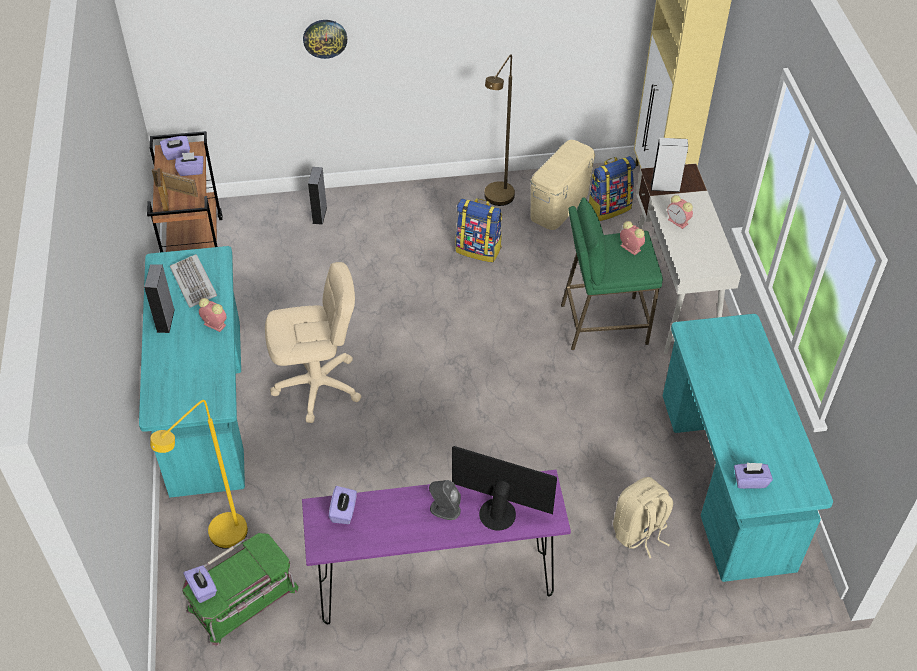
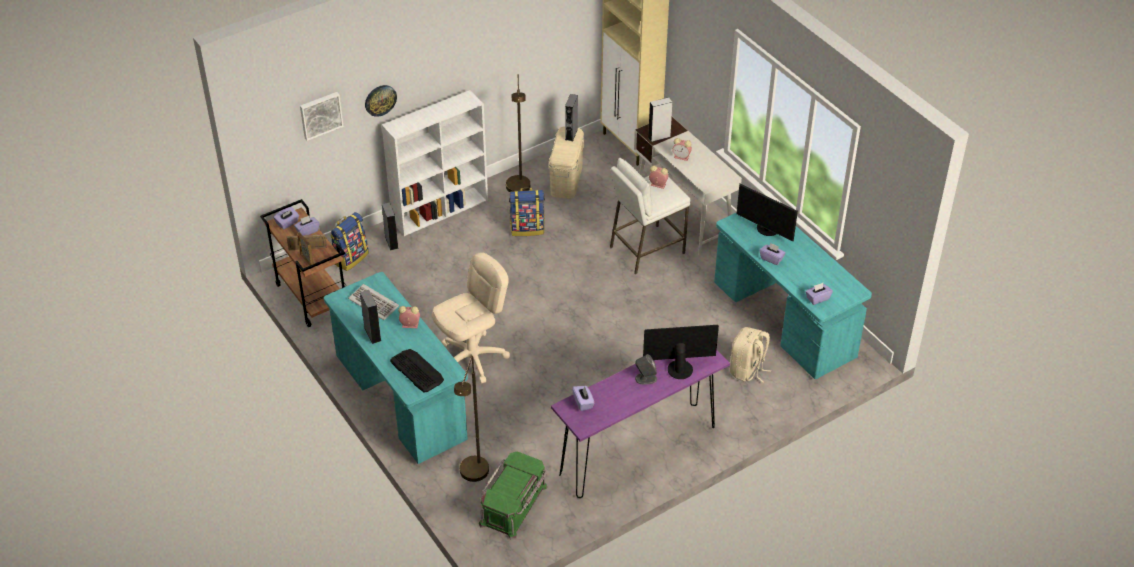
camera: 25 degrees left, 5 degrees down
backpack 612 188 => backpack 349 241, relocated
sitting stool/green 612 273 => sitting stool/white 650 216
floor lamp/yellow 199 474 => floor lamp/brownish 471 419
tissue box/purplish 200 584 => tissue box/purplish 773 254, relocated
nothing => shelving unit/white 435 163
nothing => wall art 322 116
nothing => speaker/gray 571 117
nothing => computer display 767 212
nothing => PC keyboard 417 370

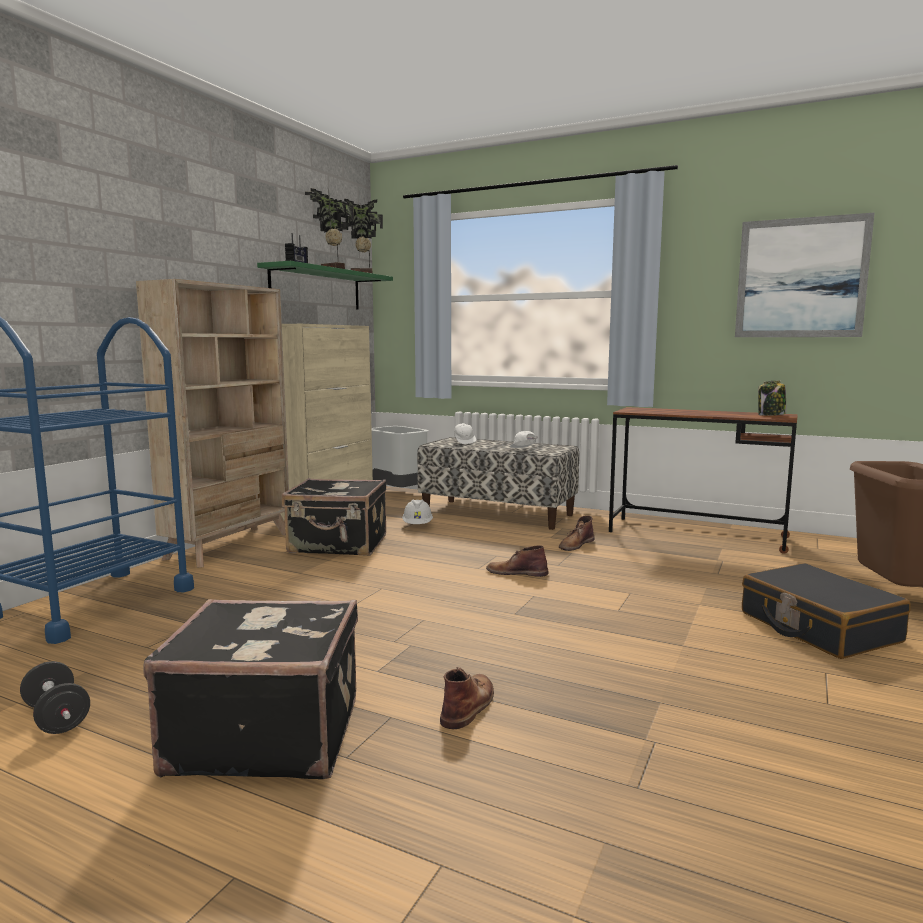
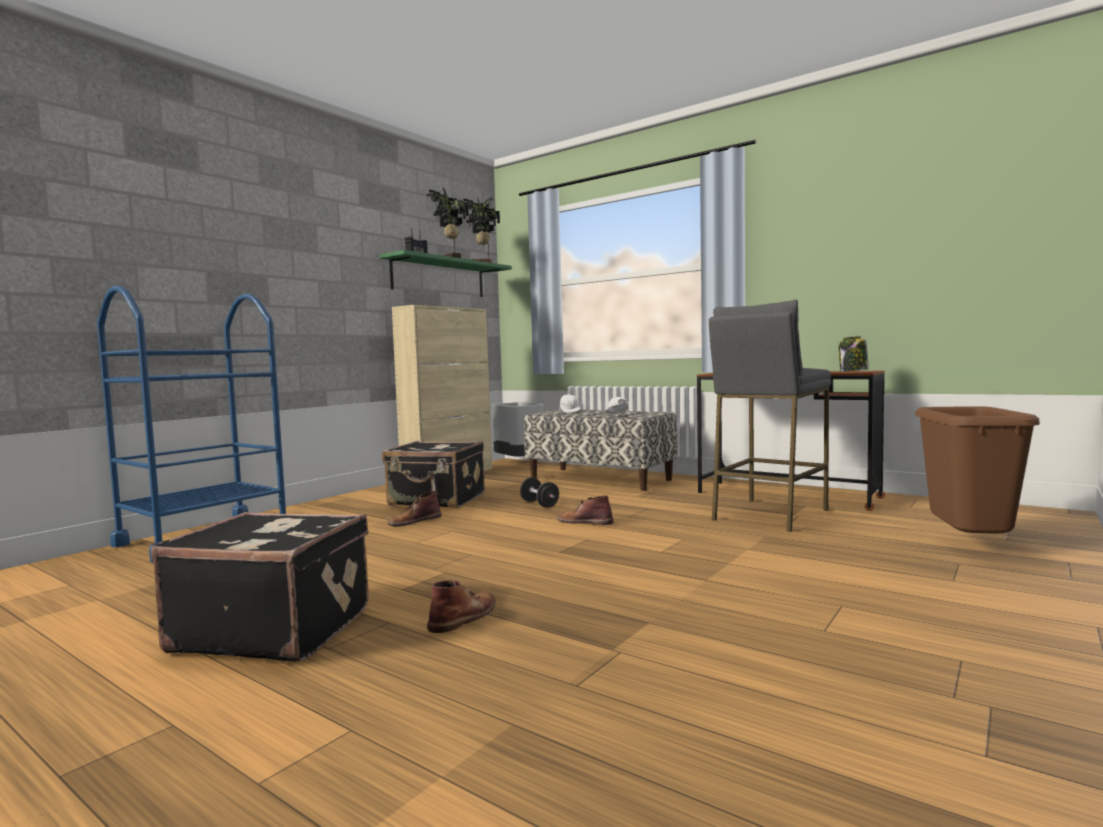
camera: 10 degrees right, 5 degrees down
wall art 805 275 => nothing
shelving unit/beige-coloured 212 423 => nothing
hard hat/white 417 511 => nothing
tall boot/brownish 577 533 => tall boot/brownish 414 509, relocated
piece of luggage/blackish 826 611 => nothing
hand weight/blackish 55 697 => hand weight/blackish 539 492, relocated
nothing => sitting stool/gray 770 415

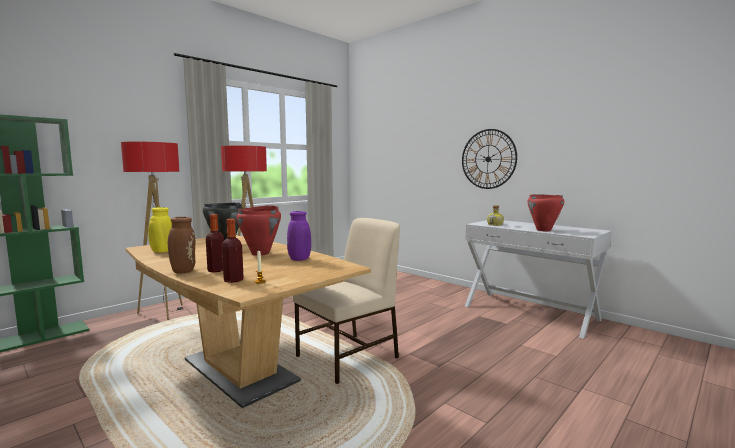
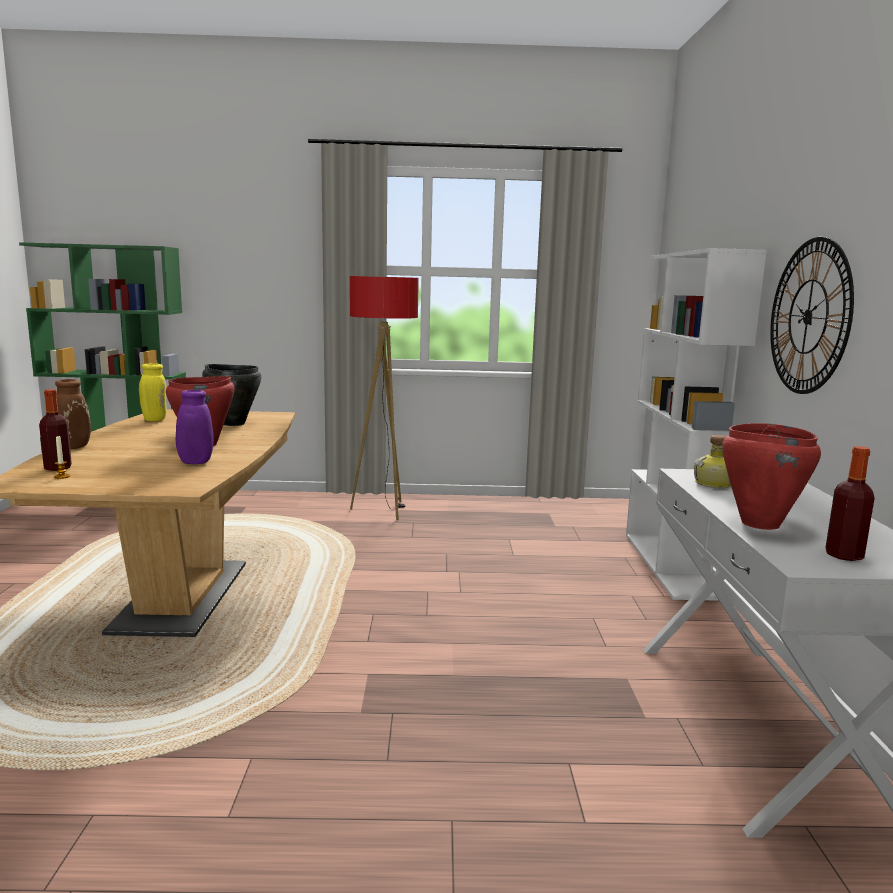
camera: 45 degrees right, 5 degrees up
floor lamp 152 230 => nothing
drink bottle 215 243 => drink bottle 850 503, relocated
upright chair/beige-coloured 346 301 => nothing
nothing => shelving unit/white 696 424

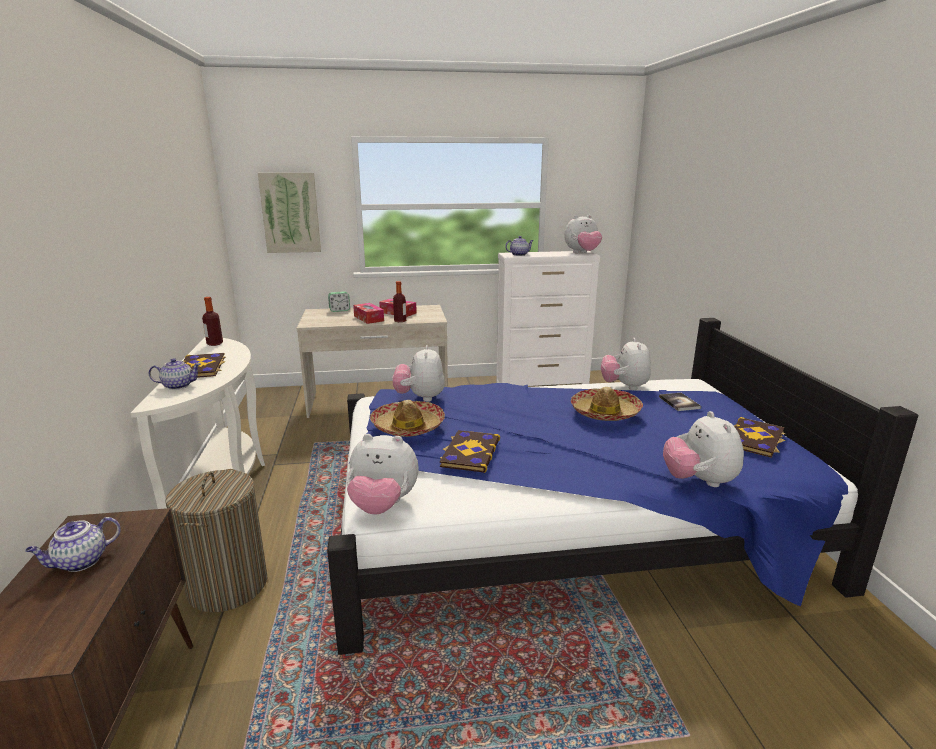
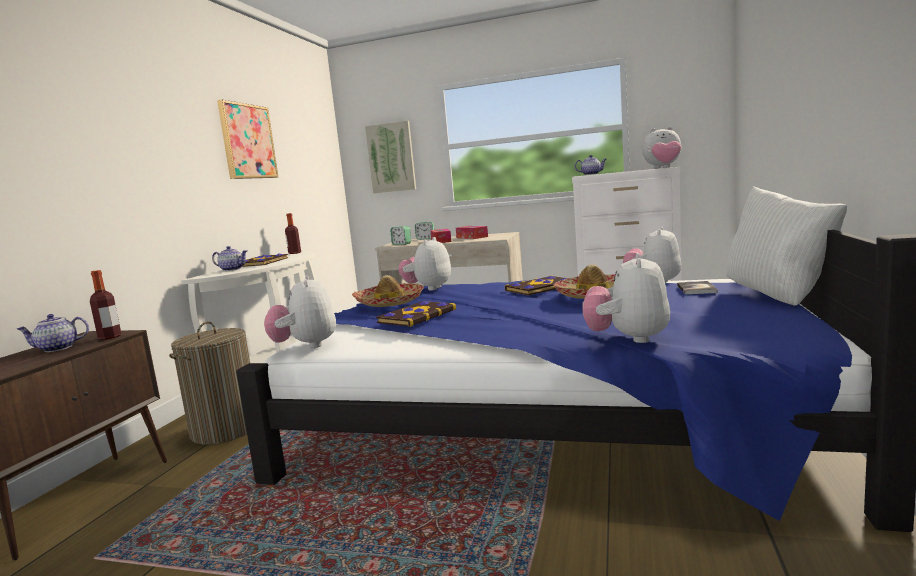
camera: 25 degrees right, 10 degrees down
drink bottle 399 301 => drink bottle 105 305, relocated
book 759 437 => book 536 285, relocated
cuddly toy 383 474 => cuddly toy 300 311, 45 degrees clockwise
nothing => wall art 247 139
nothing => pillow/white 786 245
nothing => bedside clock 401 235

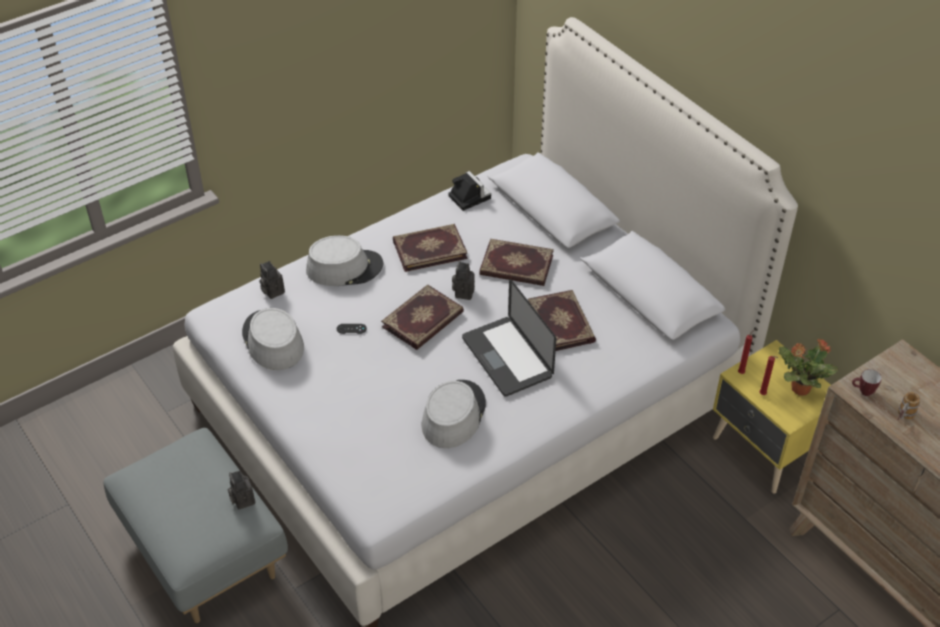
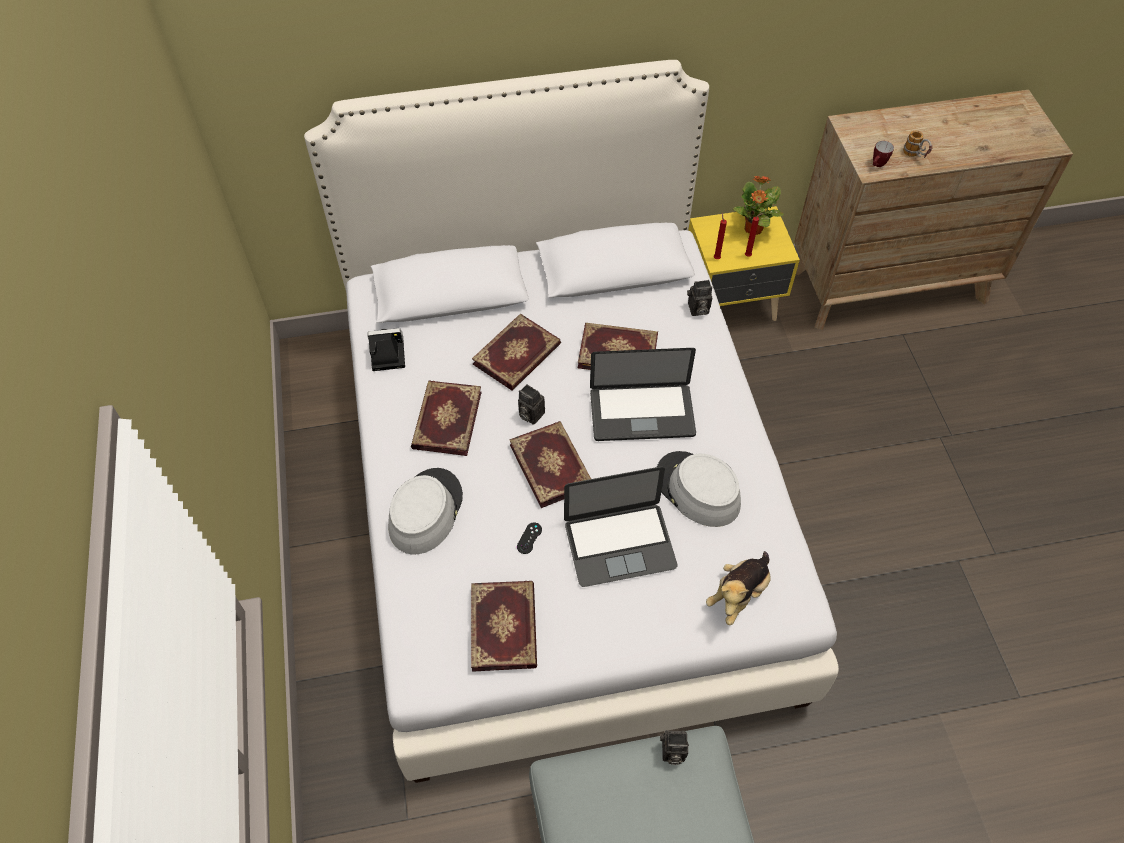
camera: 65 degrees left, 10 degrees up
photo camera 272 280 => photo camera 699 298, relocated
wearable hat/gray 273 339 => book 504 626
nothing => notebook computer 620 527
nothing => cuddly toy 738 588

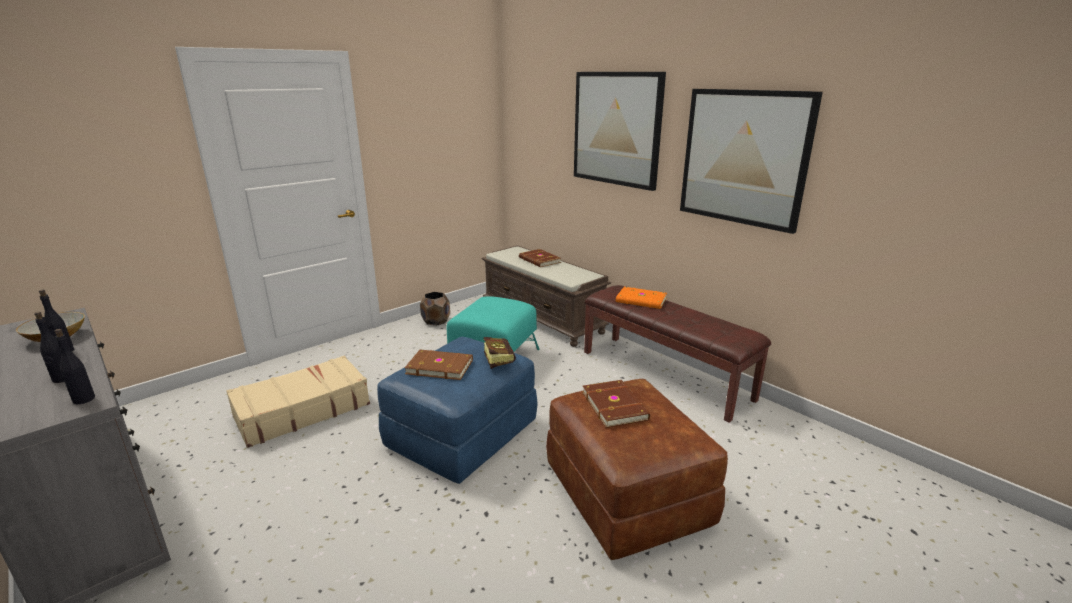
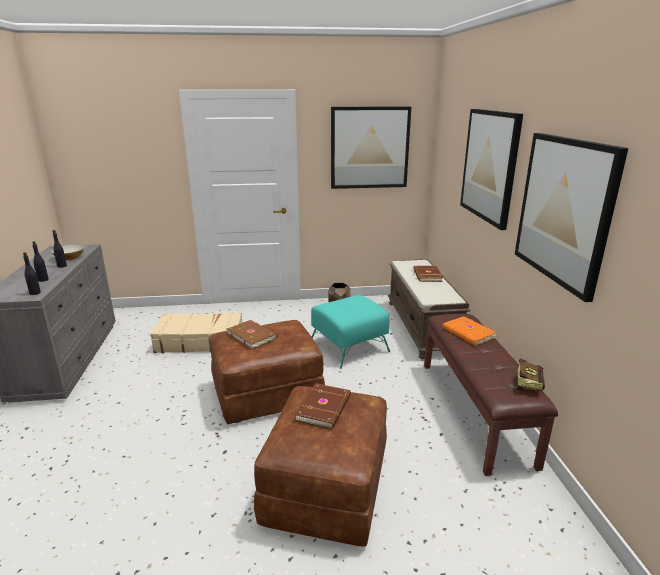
camera: 35 degrees right, 0 degrees up
pouffe/bluish 457 410 => pouffe/brownish 267 372
book 500 353 => book 531 375, relocated
nothing => wall art 371 147

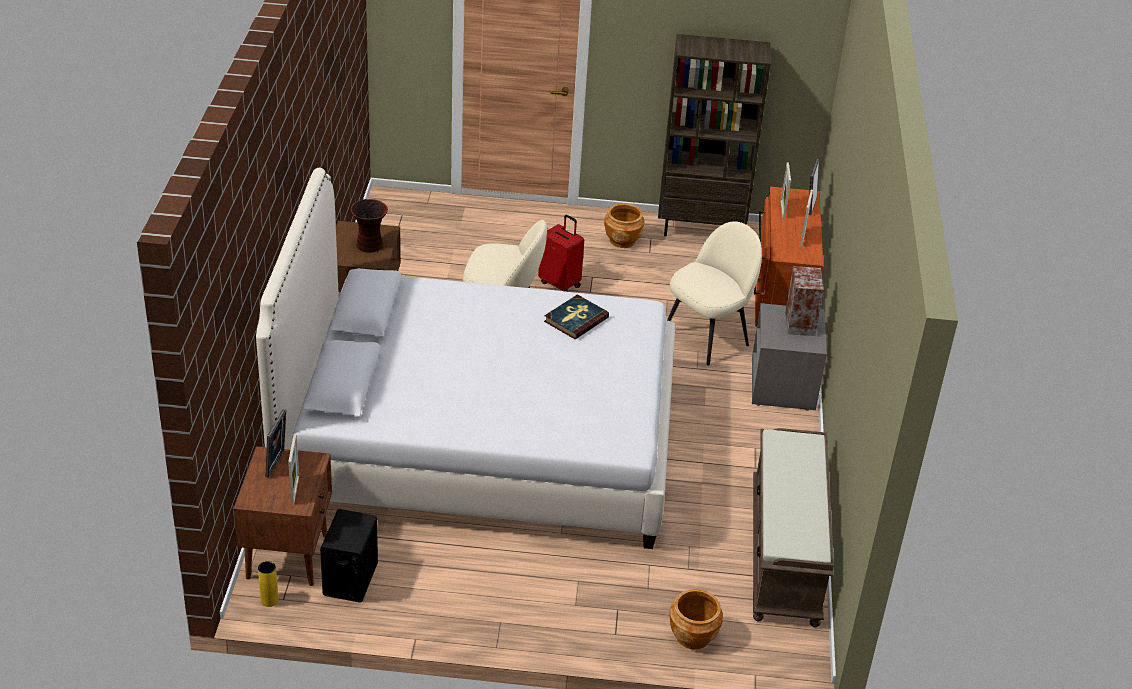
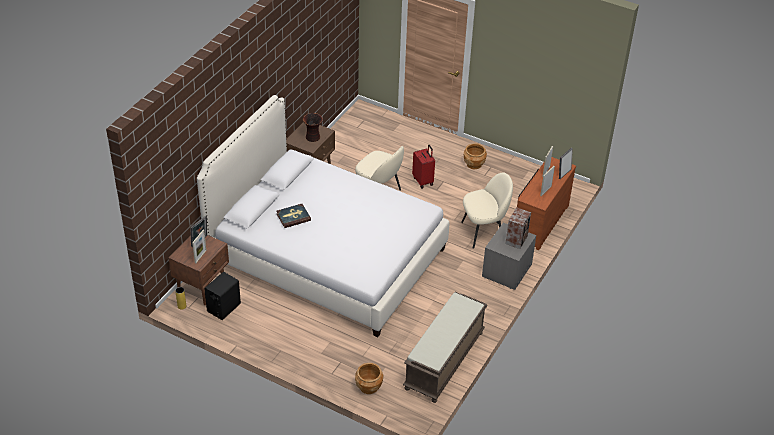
camera: 25 degrees right, 5 degrees up
shelving unit/brownish 714 135 => nothing
book 576 316 => book 293 216, relocated

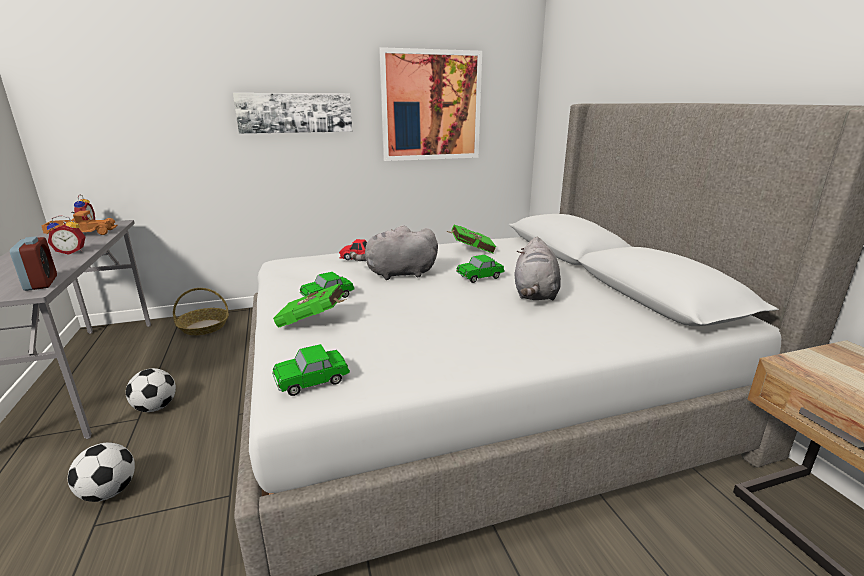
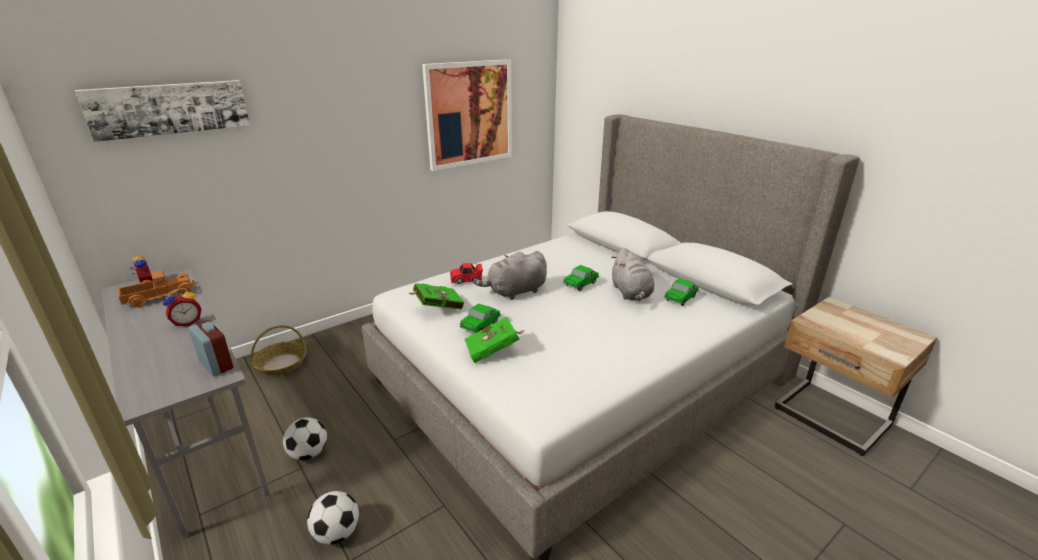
camera: 20 degrees left, 5 degrees up
wall art 292 113 => wall art 162 111, relocated
book/green 472 238 => book/green 436 296, relocated
miniature car 311 370 => miniature car 681 292, relocated

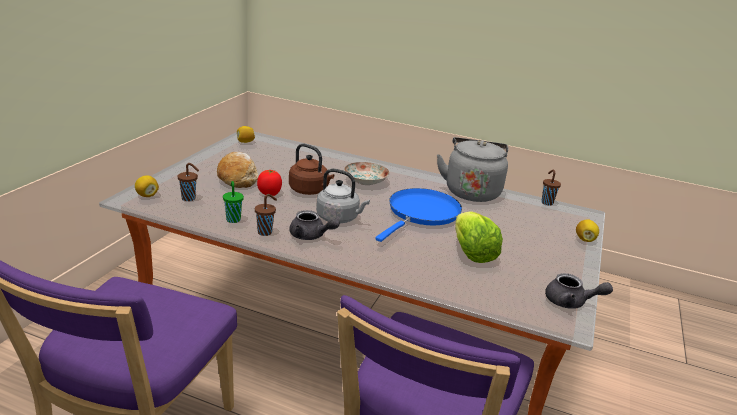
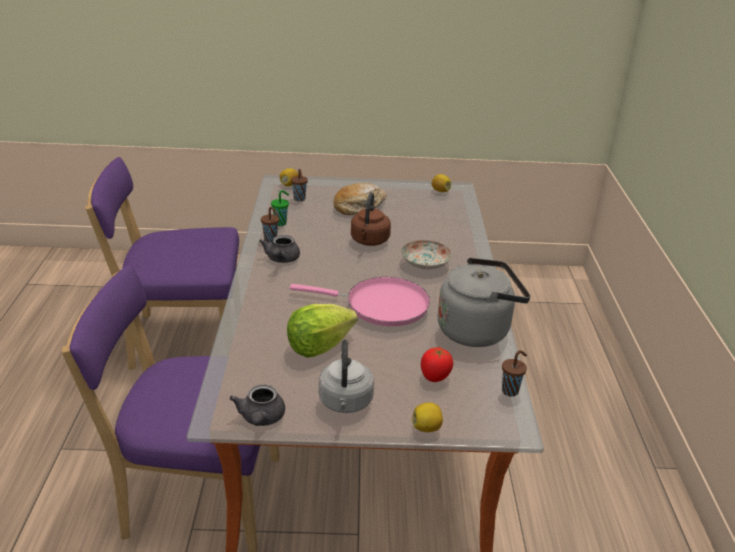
camera: 70 degrees right, 5 degrees up
tea kettle/gray 343 196 => tea kettle/gray 346 376, relocated
fresh tomato 269 183 => fresh tomato 437 364, relocated
skillet/bluish 418 215 => skillet/pink 360 301

